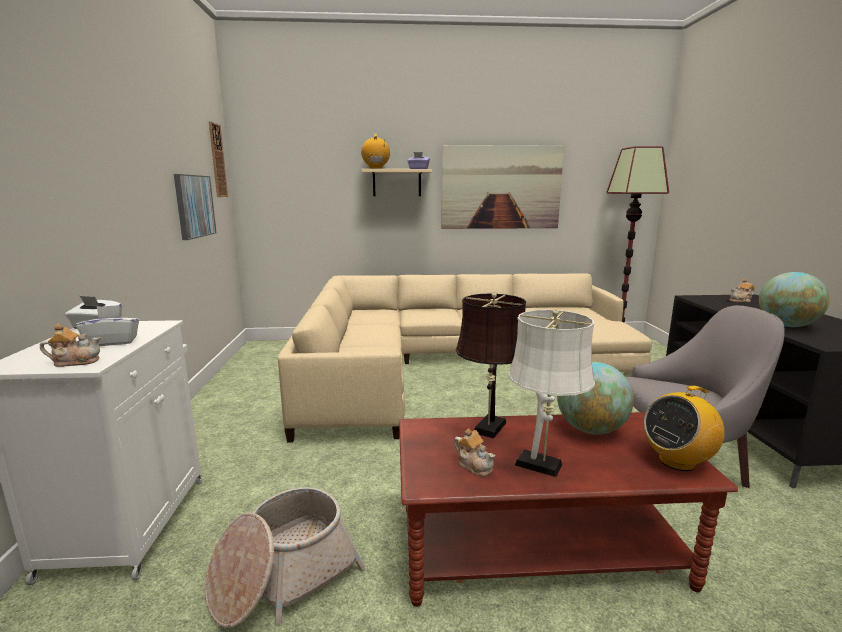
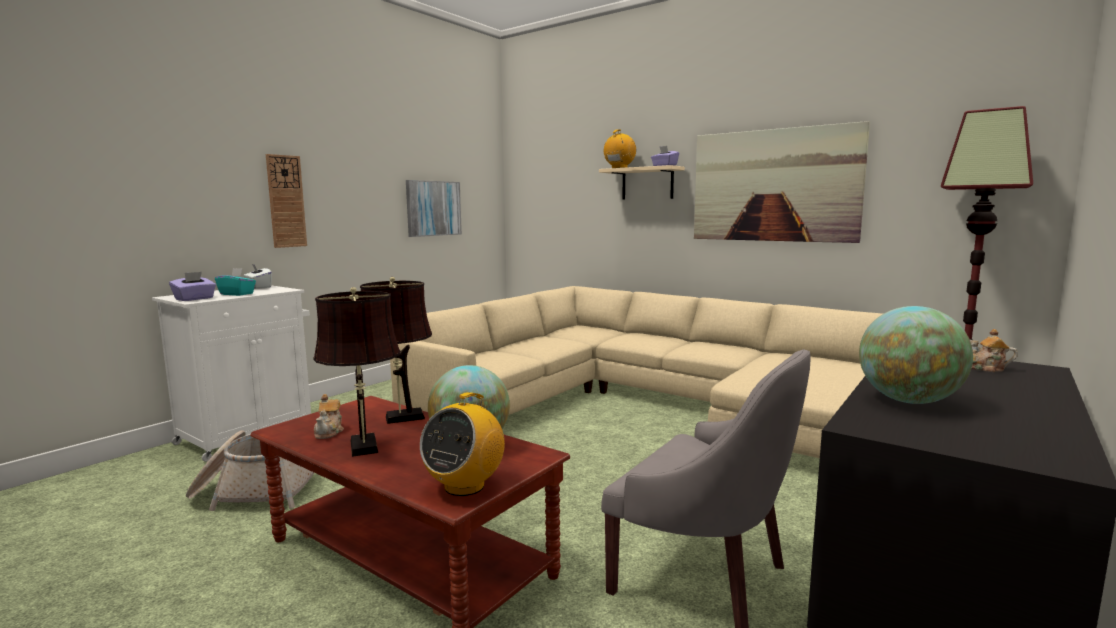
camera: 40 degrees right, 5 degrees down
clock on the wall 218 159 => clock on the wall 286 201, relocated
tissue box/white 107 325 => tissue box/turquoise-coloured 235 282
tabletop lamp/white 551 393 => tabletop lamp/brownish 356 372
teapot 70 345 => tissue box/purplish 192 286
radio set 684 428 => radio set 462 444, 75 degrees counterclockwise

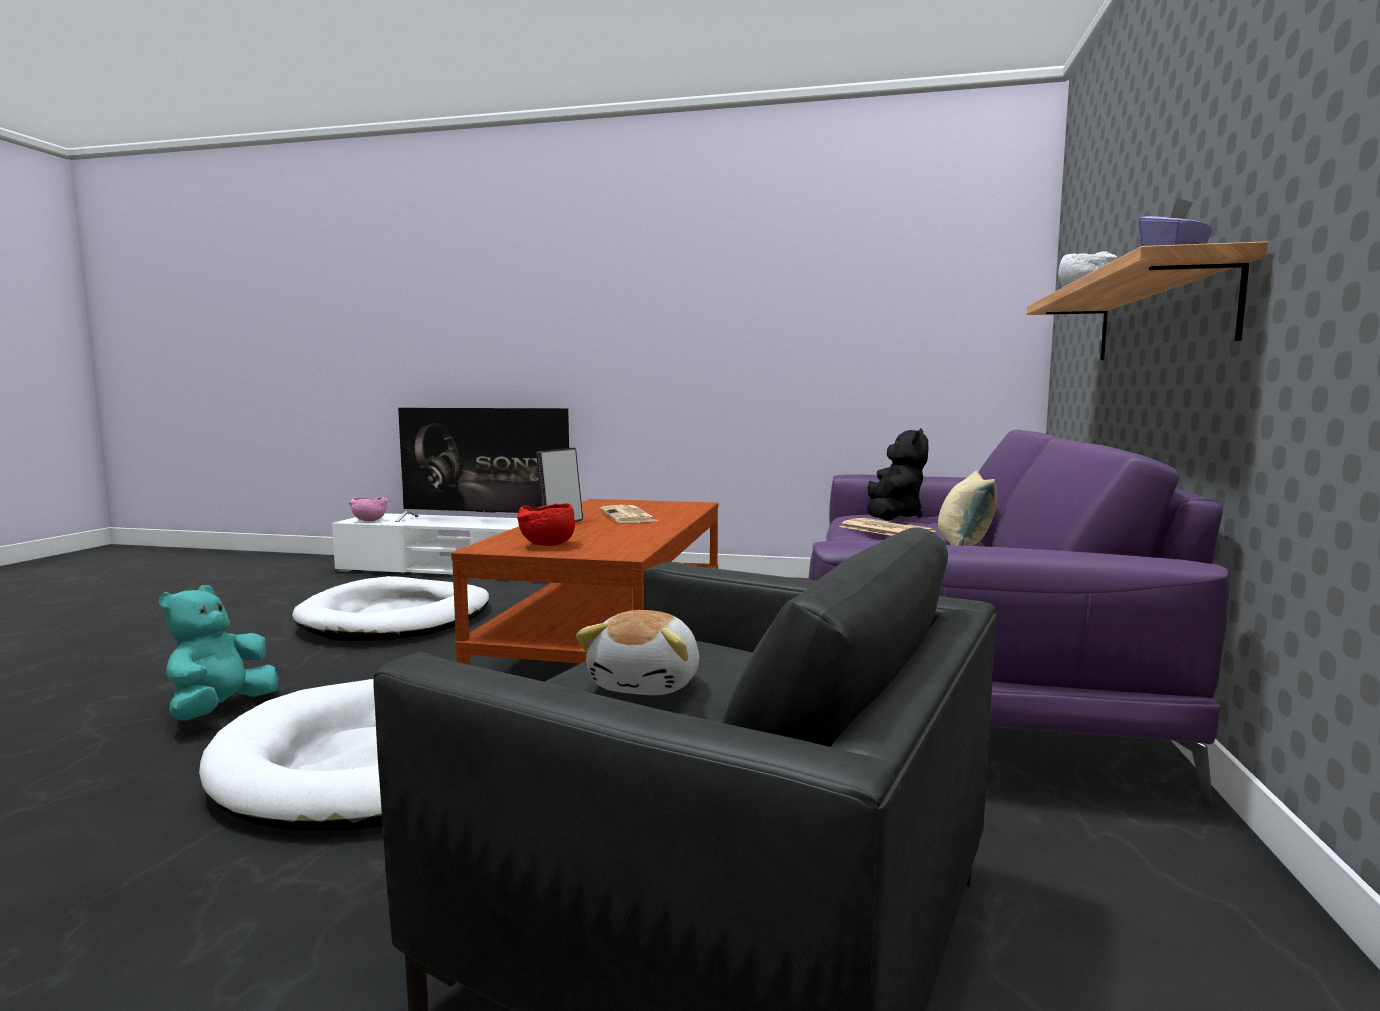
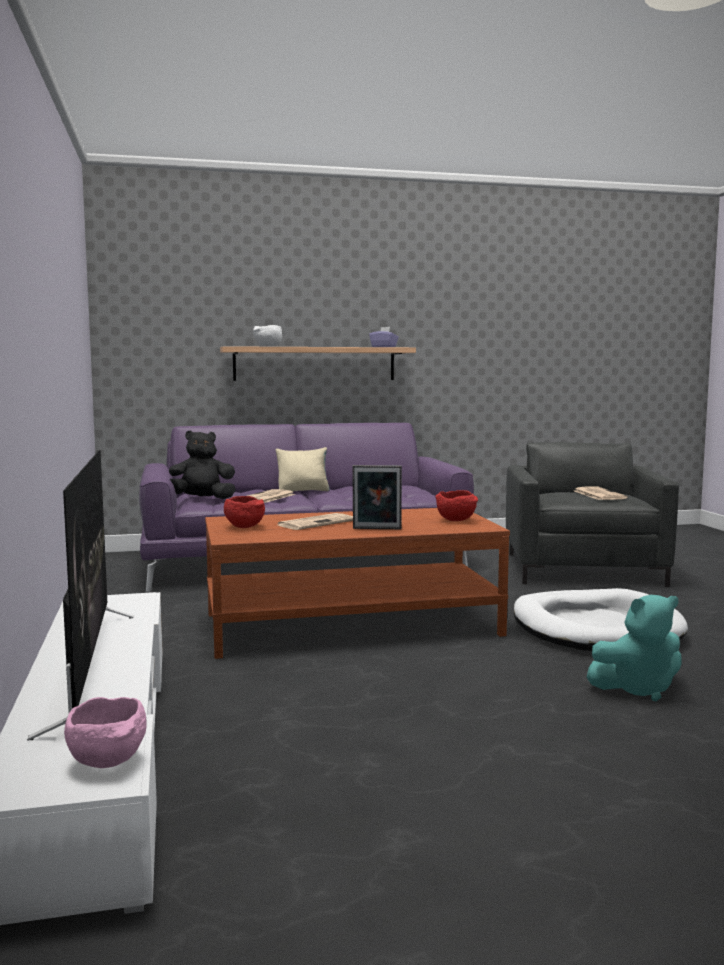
camera: 115 degrees left, 0 degrees up
pet bed/white 390 608 => nothing
cuddly toy 637 652 => printed paper 601 493
nothing => bowl/reddish 244 512

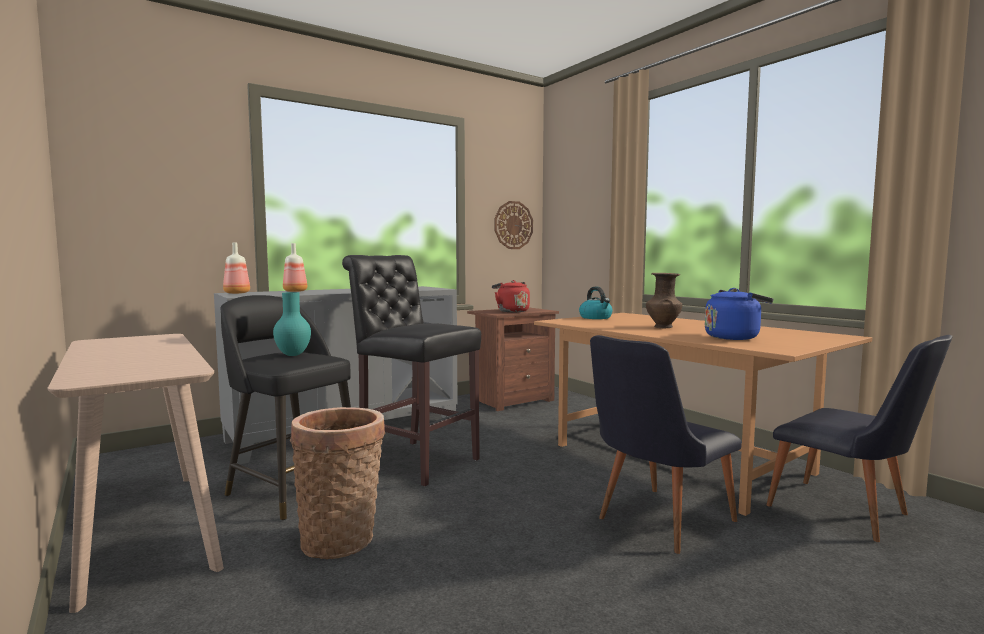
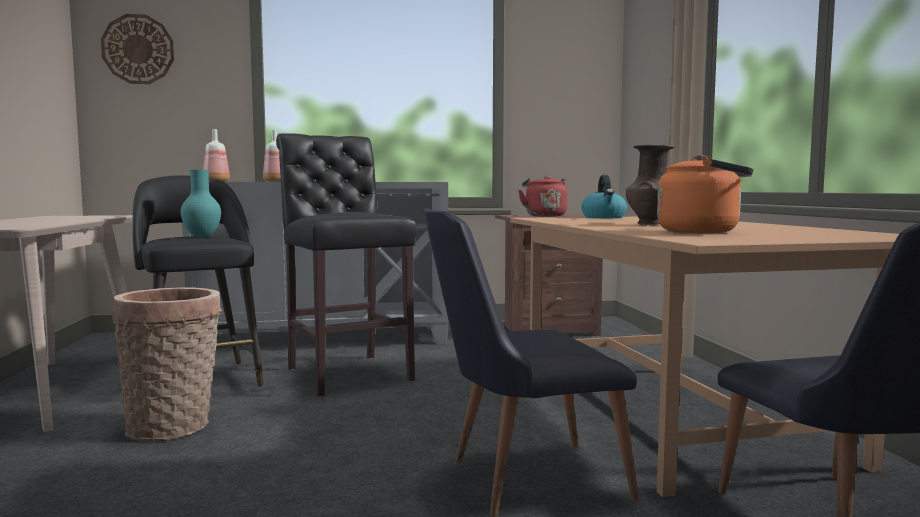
camera: 25 degrees right, 0 degrees up
clock on the wall 514 225 => clock on the wall 137 49, relocated
tea kettle/bluish 739 314 => tea kettle/orangey 705 194

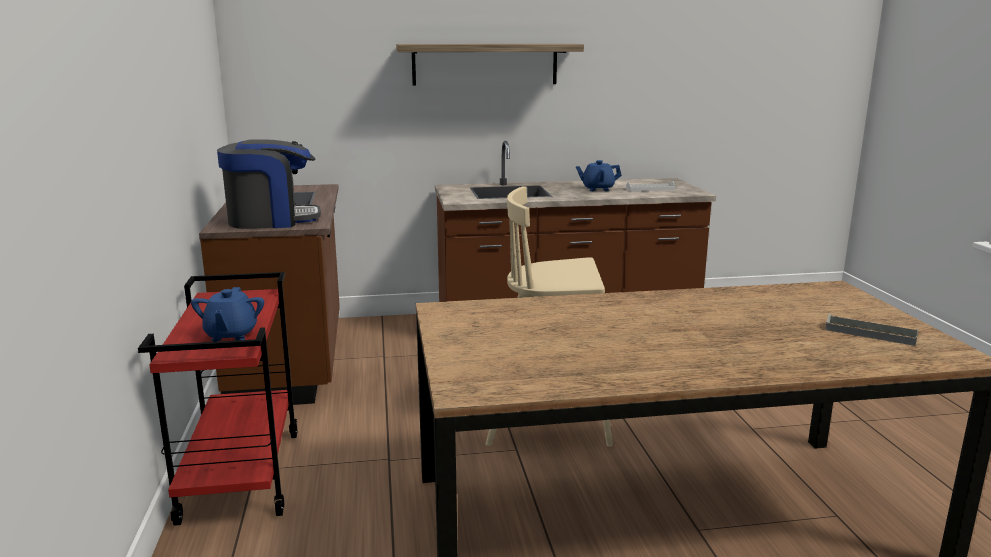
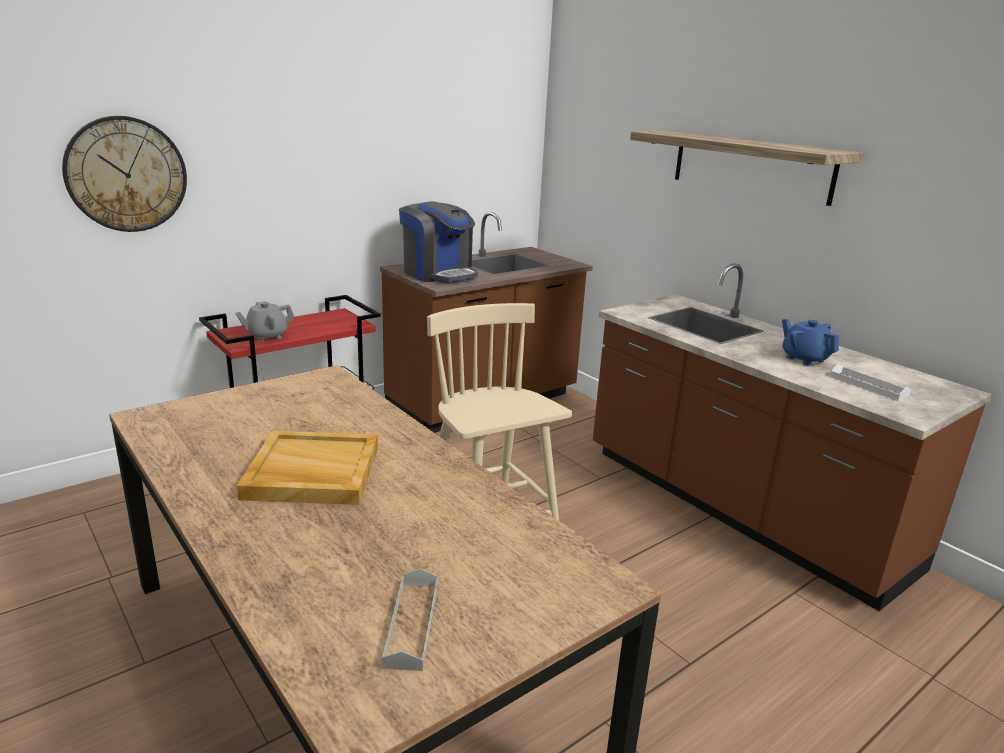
camera: 60 degrees right, 5 degrees up
teapot/bluish 227 314 => teapot/gray 264 322
nothing => clock on the wall 124 174
nothing => serving tray/beige-coloured 307 467

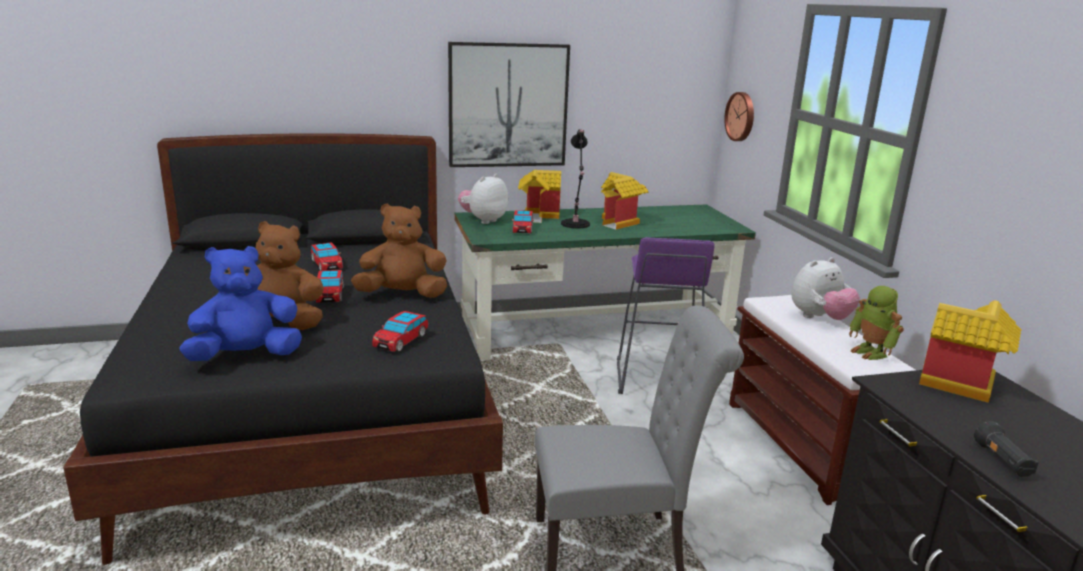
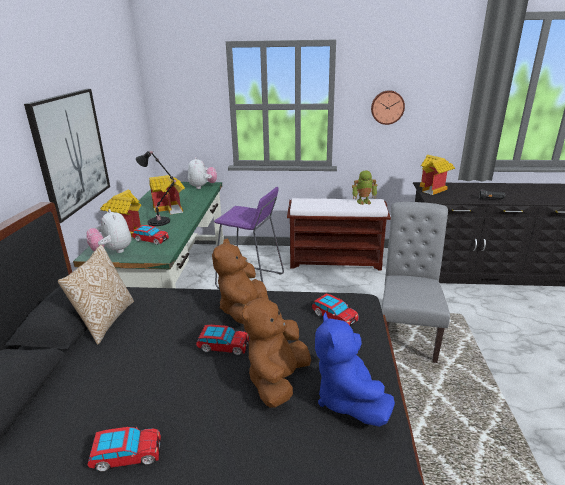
camera: 70 degrees left, 5 degrees up
clock on the wall 739 116 => clock on the wall 388 107, relocated
miniature car 327 257 => miniature car 124 449, relocated
cuddly toy 825 288 => cuddly toy 202 173, relocated
nothing => pillow 96 294

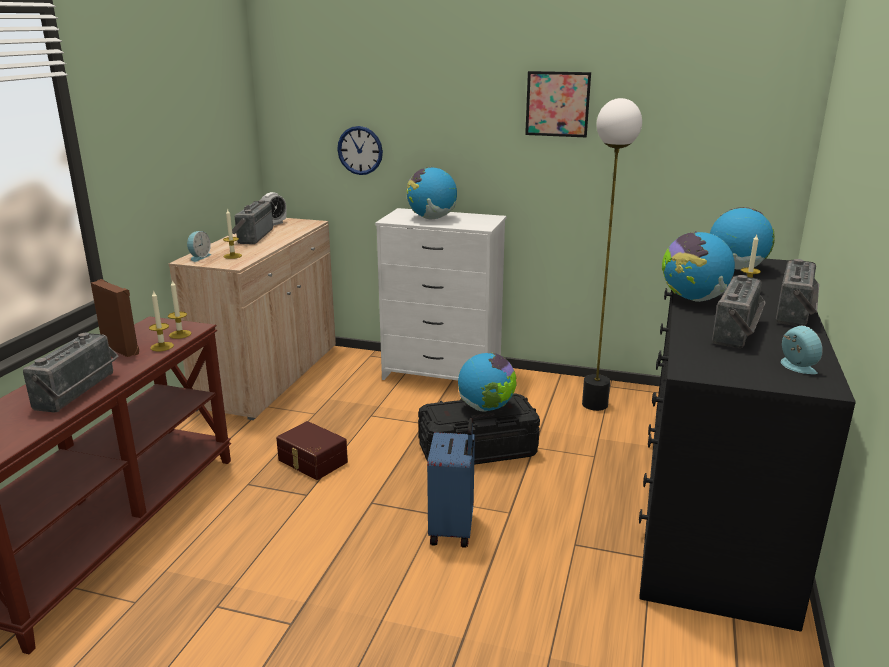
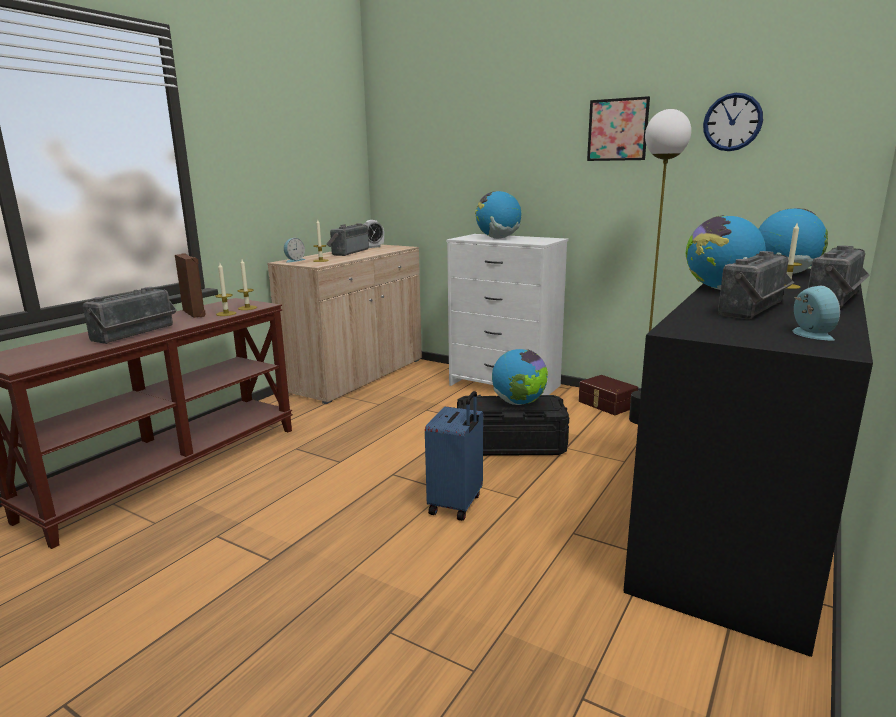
camera: 15 degrees right, 5 degrees down
clock on the wall 360 150 => clock on the wall 733 122, relocated
storage container/brownish 312 450 => storage container/brownish 608 395, relocated

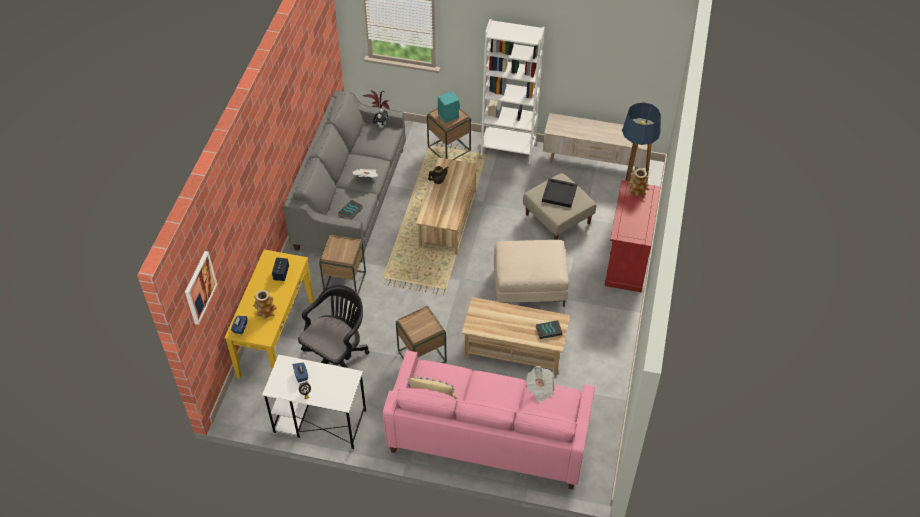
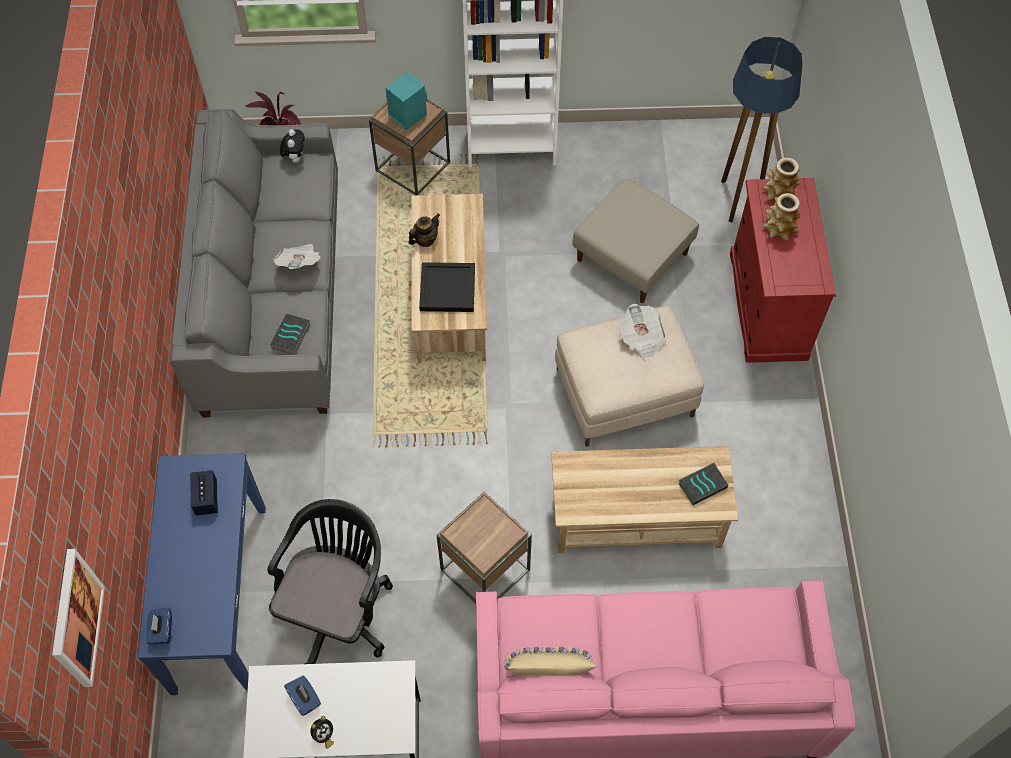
camera: 15 degrees left, 10 degrees up
tv stand/beige-coloured 595 141 => nothing
serving tray/blackish 559 193 => serving tray/blackish 447 287, relocated
end table/brownish 342 265 => nothing
narrow table/yellow 269 314 => narrow table/bluish 202 574
vase 265 304 => vase 781 217, relocated
printed paper 540 384 => printed paper 643 331, relocated

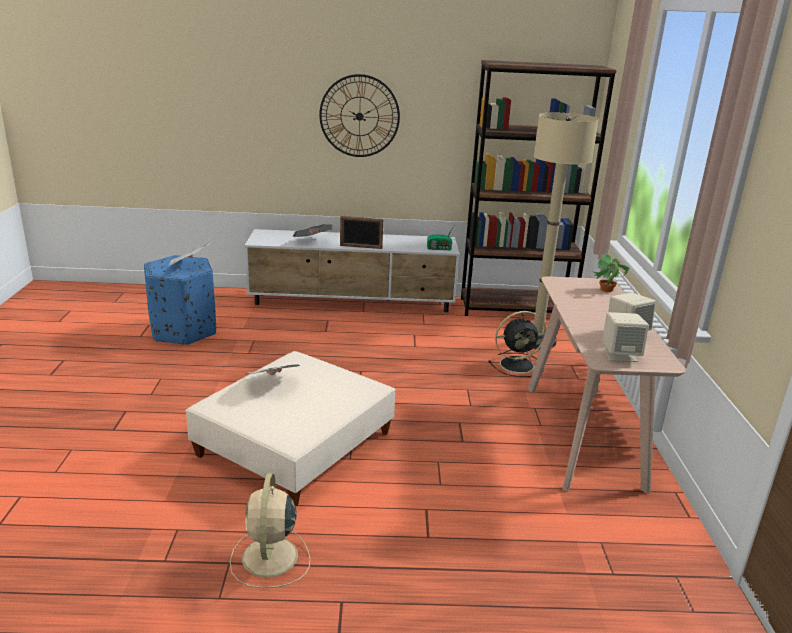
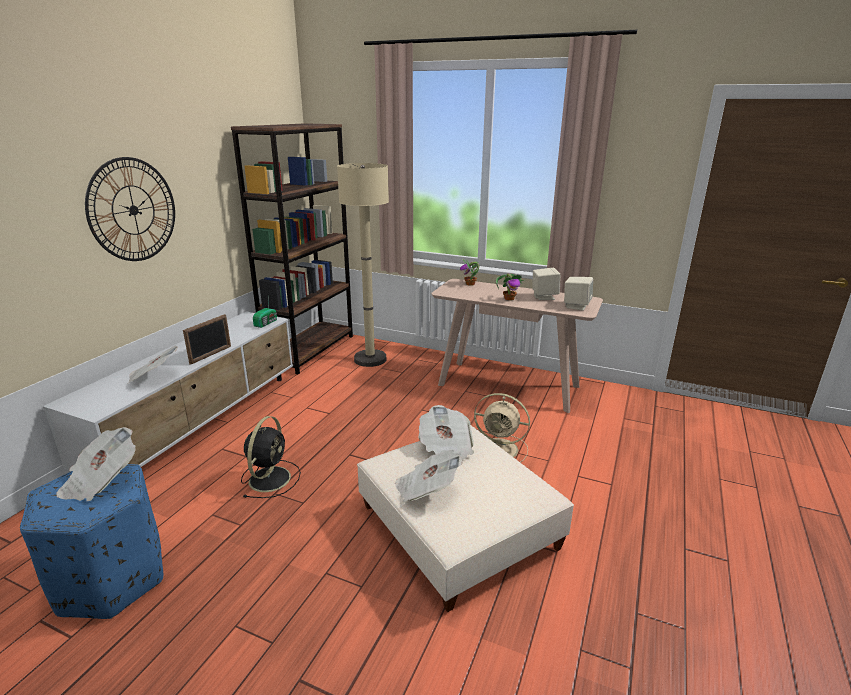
camera: 65 degrees left, 0 degrees up
cooling fan/blackish 517 344 => cooling fan/blackish 271 457, relocated
cooling fan/beige-coloured 270 530 => cooling fan/beige-coloured 502 427, relocated
nothing => houseplant 510 287
nothing => printed paper 446 432

